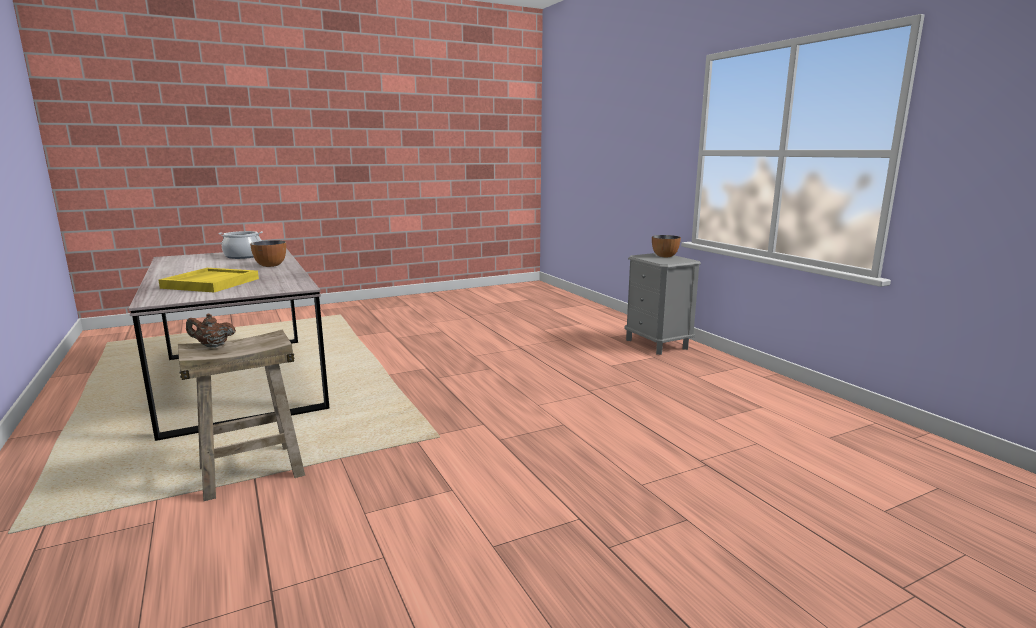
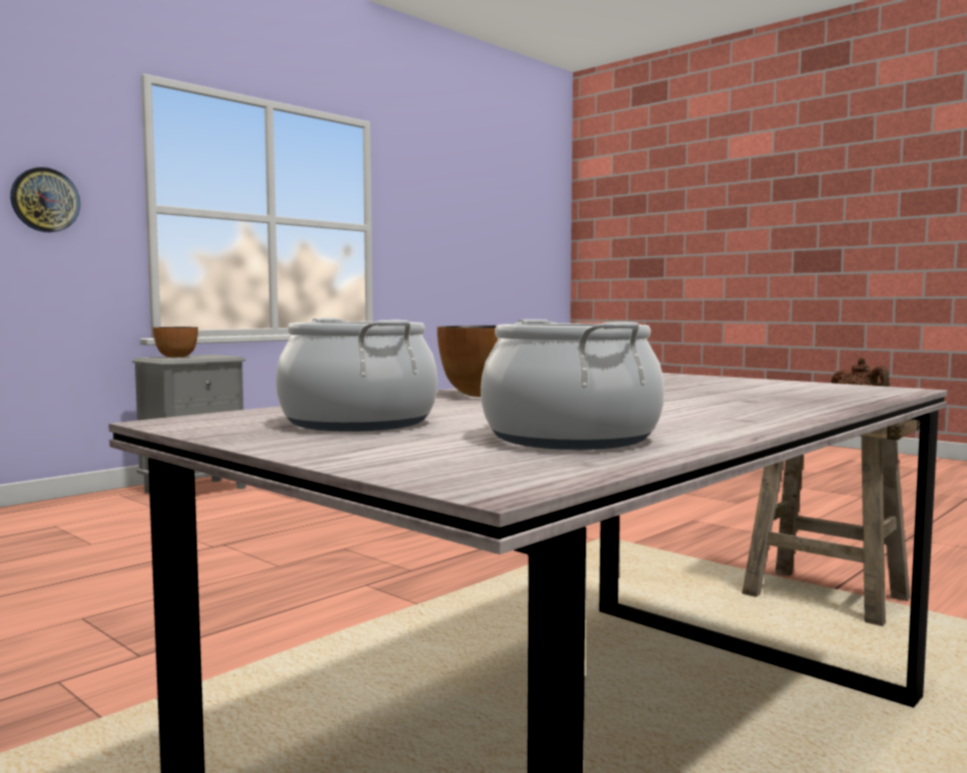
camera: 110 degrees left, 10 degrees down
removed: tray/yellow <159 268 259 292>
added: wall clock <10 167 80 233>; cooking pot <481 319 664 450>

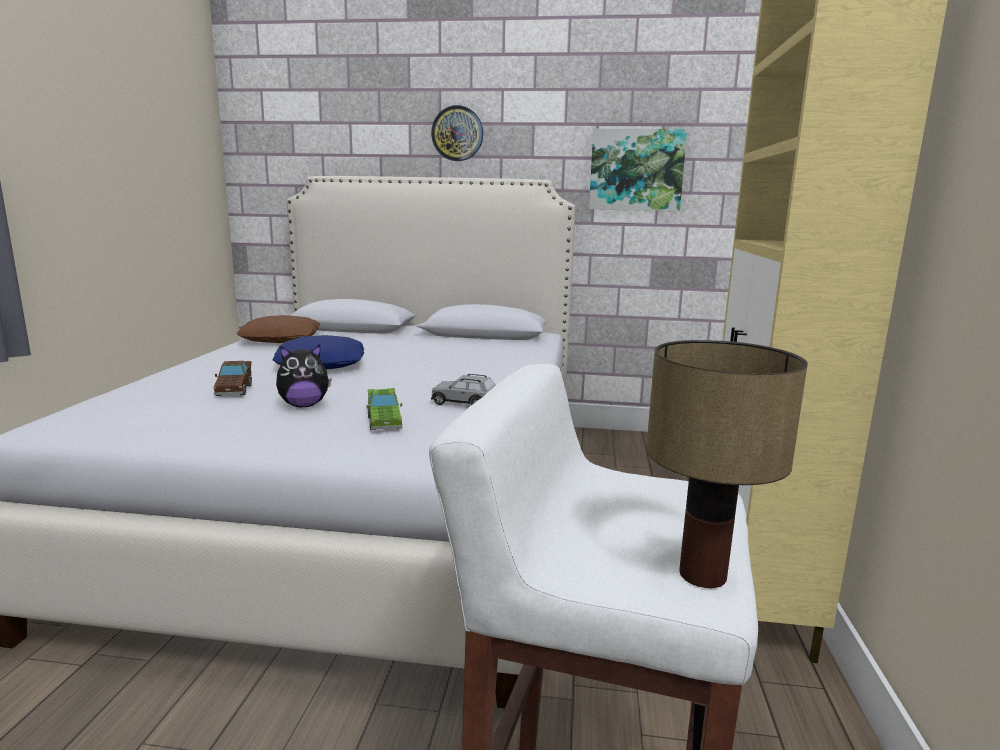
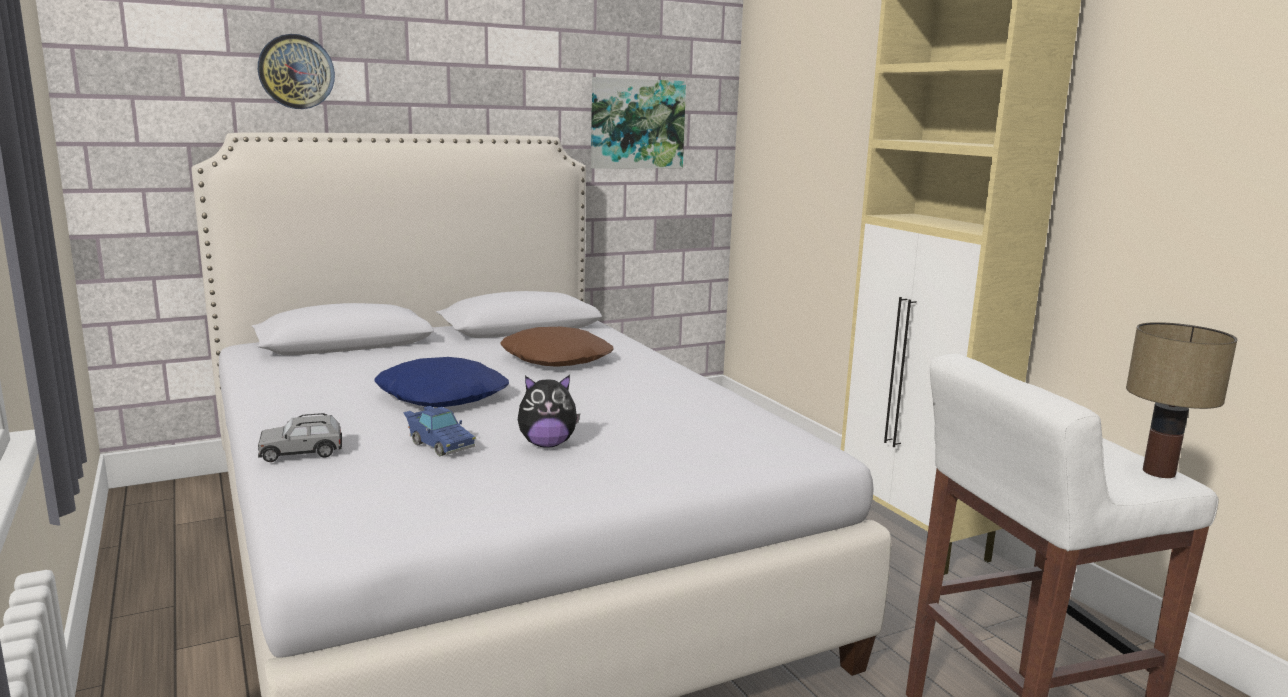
camera: 35 degrees left, 0 degrees up
removed: toy car/green <367 388 402 430>
moved: wall clock <431 105 483 161> to <258 34 335 109>; toy car/grey <431 374 496 405> to <258 413 342 462>; pillow/brown <237 315 320 343> to <500 327 614 367>
recoloured: toy car/brown <213 361 252 396> to toy car/blue <403 406 476 456>
turned: plush toy <276 344 332 407> = <518 375 580 448> 45 degrees clockwise

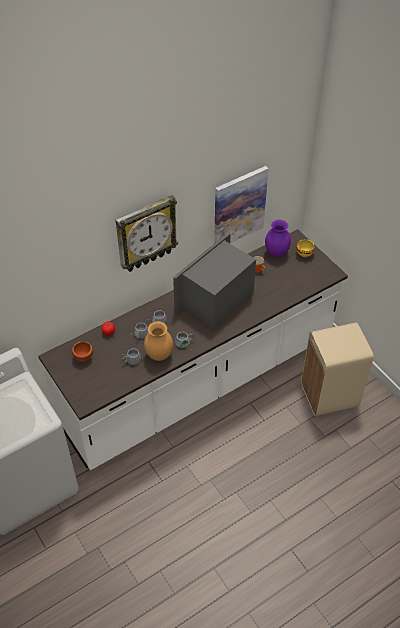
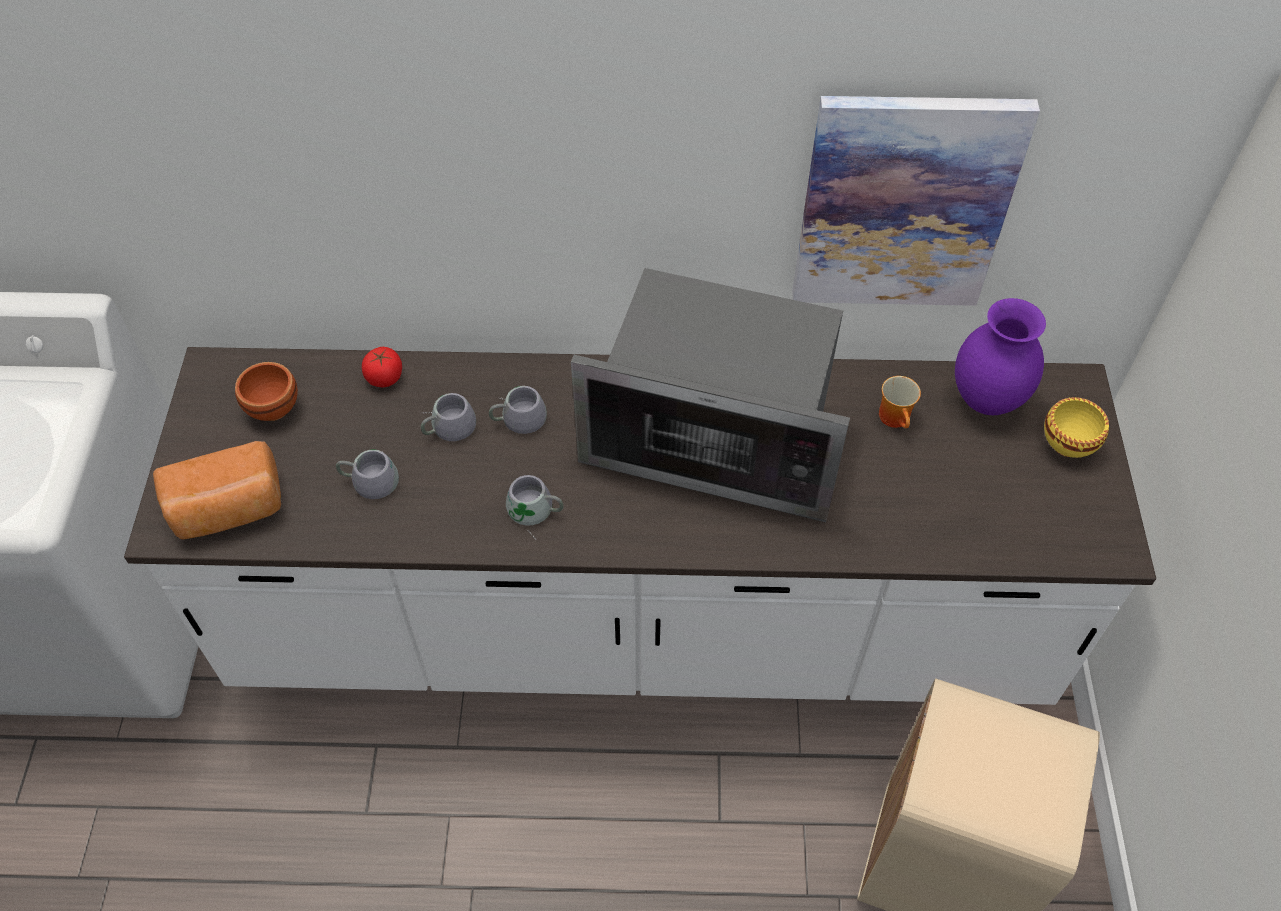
camera: 35 degrees right, 5 degrees up
removed: wall clock <115 195 178 272>; vase/brown <144 321 173 361>
added: bread <153 441 281 540>
turned: microwave <173 232 256 328> = <571 268 850 522> 150 degrees counterclockwise

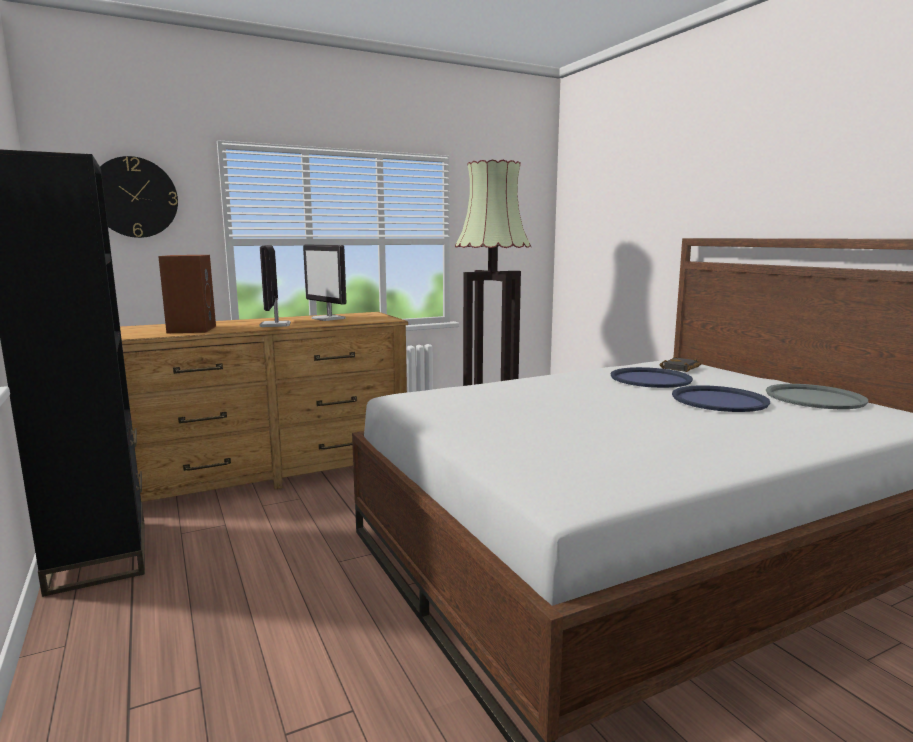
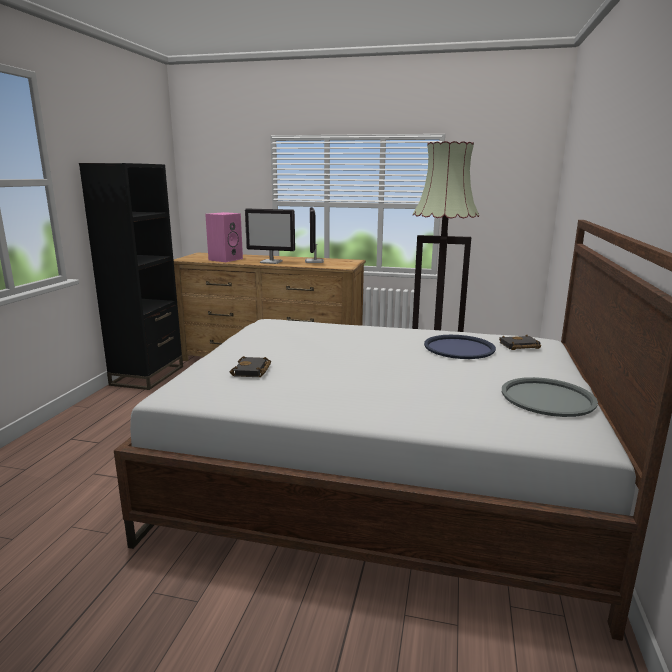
camera: 40 degrees right, 5 degrees up
removed: wall clock <100 156 178 238>; tray/blue <672 385 770 412>
added: book/black <230 356 271 377>
recoloured: speaker/brown <158 255 216 333> to speaker/pink <205 212 243 262>
turned: monitor <260 245 291 327> = <245 209 295 264> 105 degrees counterclockwise

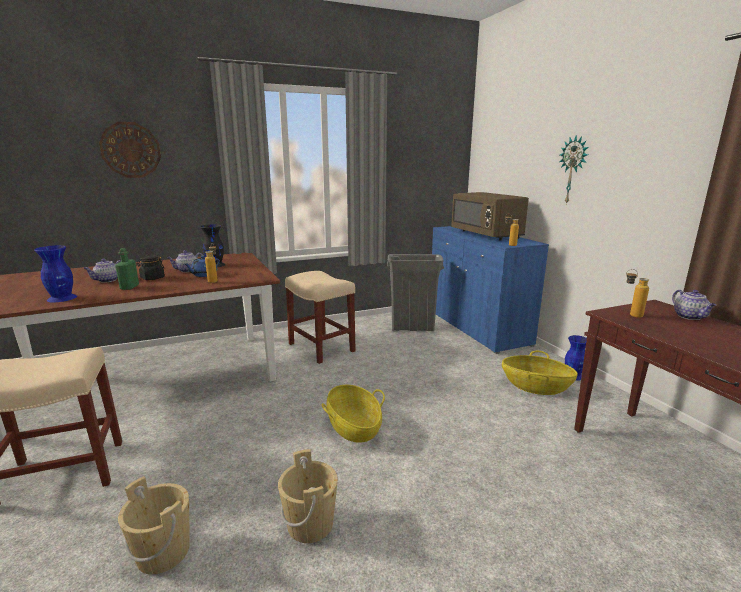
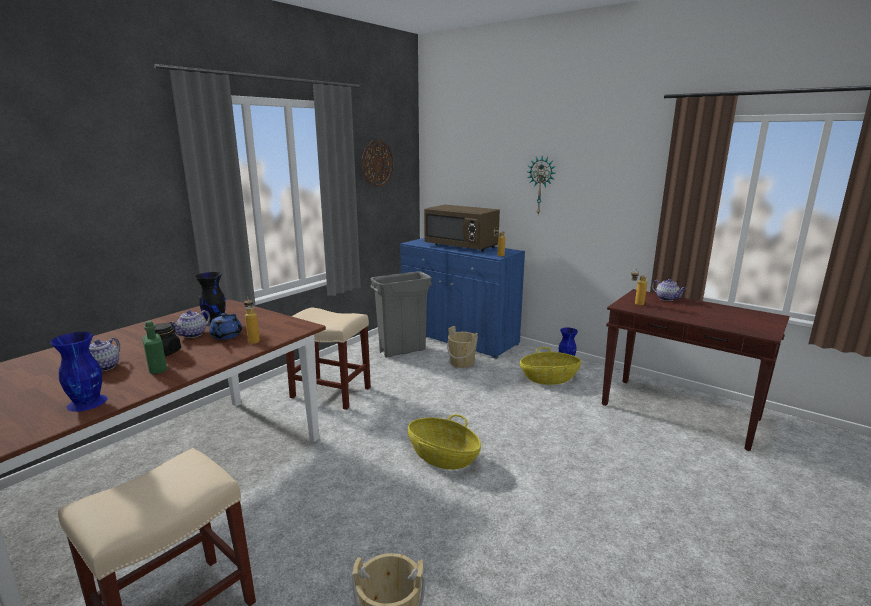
camera: 30 degrees left, 0 degrees up
moved: wall clock <99 122 161 178> to <361 141 393 187>; bucket/beige <278 449 338 543> to <447 326 478 368>

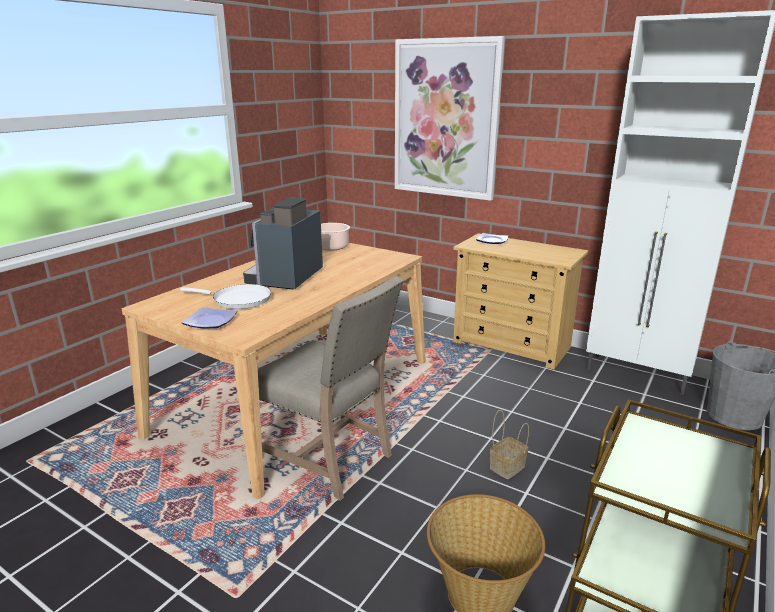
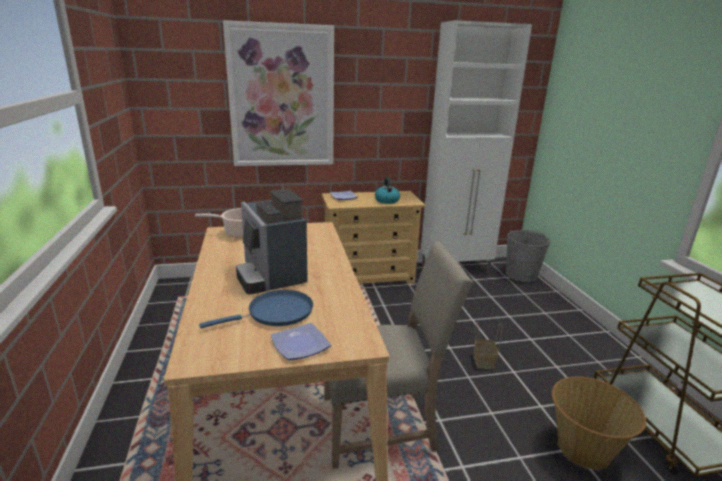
camera: 45 degrees left, 0 degrees up
added: kettle <375 177 400 204>
recoloured: frying pan/white <180 284 271 309> to frying pan/blue <199 290 313 329>

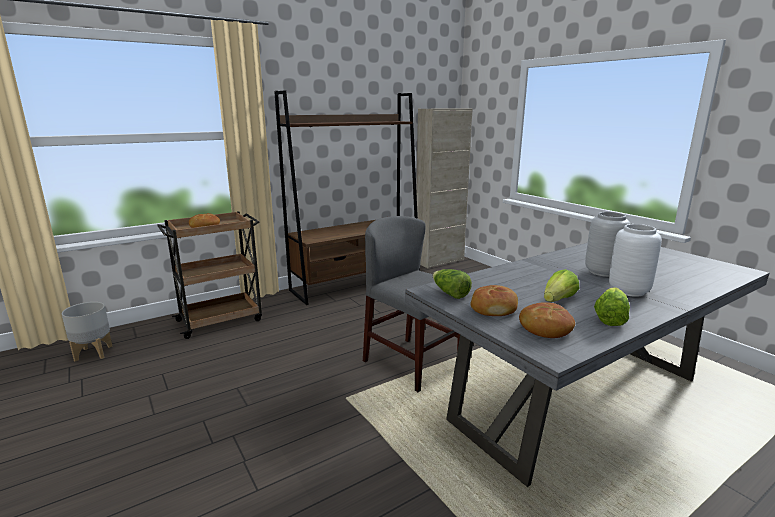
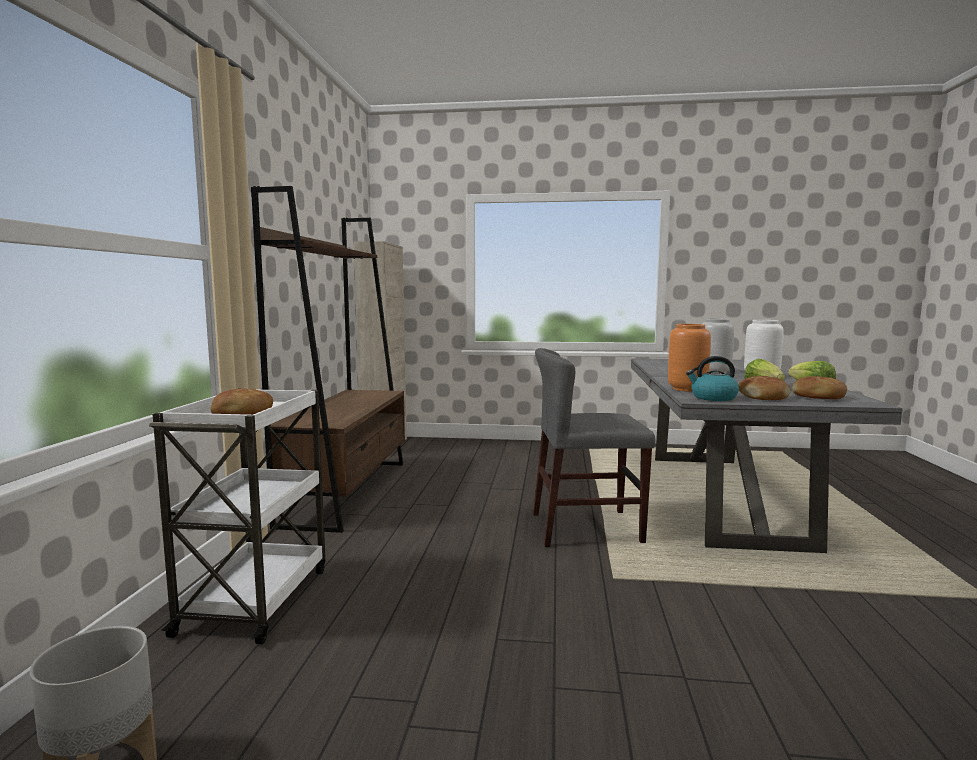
camera: 50 degrees left, 10 degrees down
added: vase/orange <668 324 711 392>
replaced: lettuce <433 269 472 299> to kettle <686 356 739 401>
recoloured: cart/brown <157 211 262 339> to cart/white <149 388 326 645>

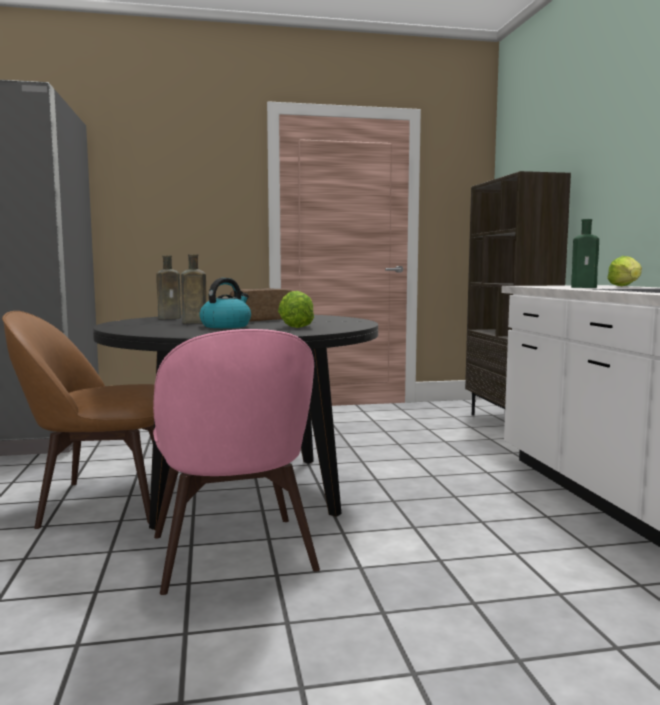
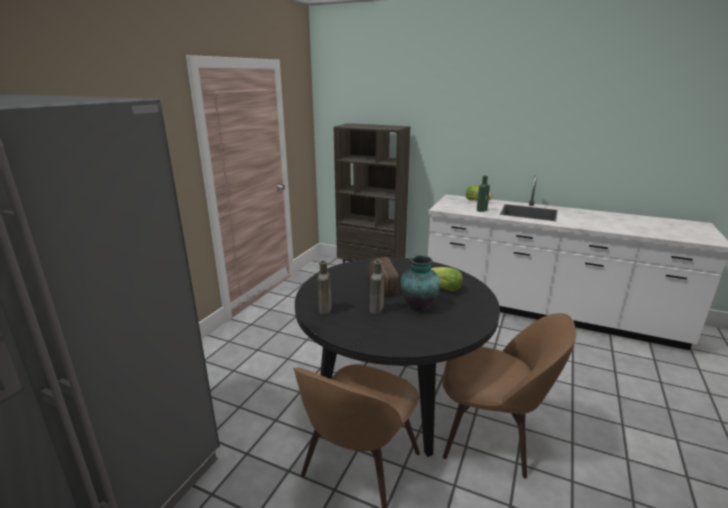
camera: 55 degrees left, 15 degrees up
replaced: kettle <199 278 251 328> to vase <400 255 440 311>
recoloured: chair/pink <153 329 320 595> to chair/brown <442 313 576 478>

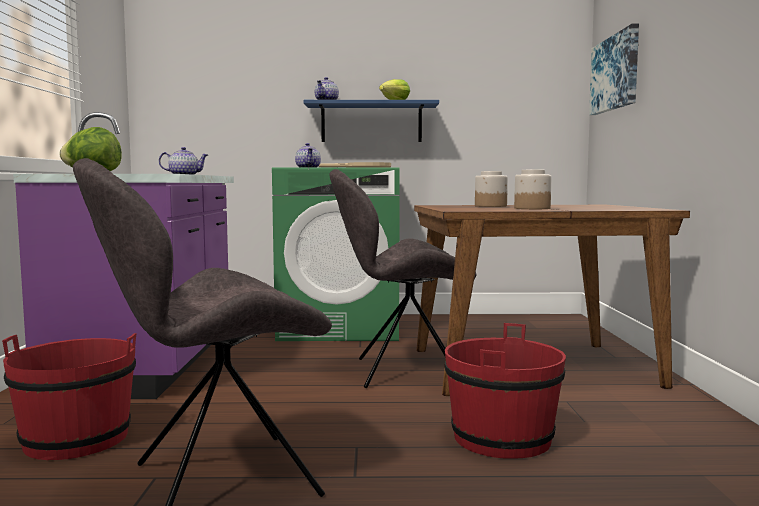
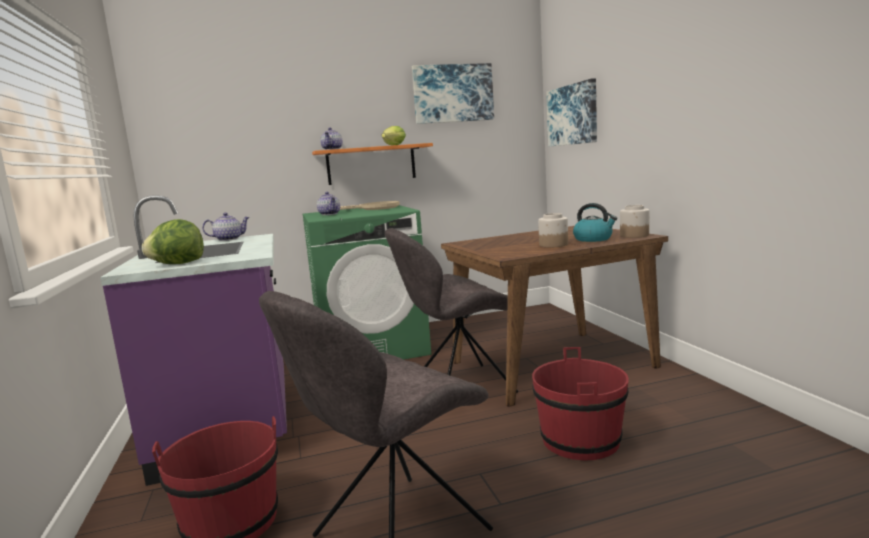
camera: 15 degrees left, 5 degrees up
added: picture <412 63 494 124>; kettle <573 203 617 242>
moved: jar <475 171 508 207> to <620 205 649 238>
recoloured: shelf/blue <304 100 439 142> to shelf/orange <312 143 433 185>

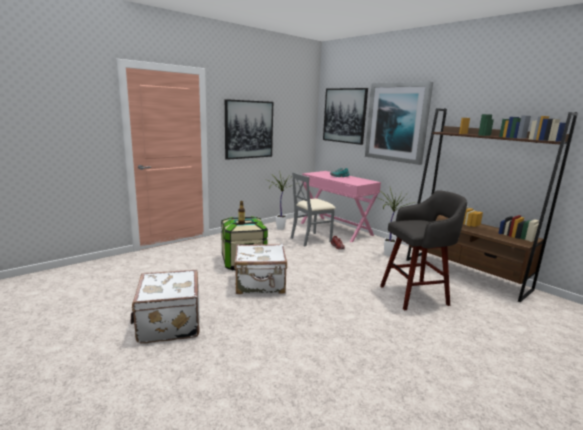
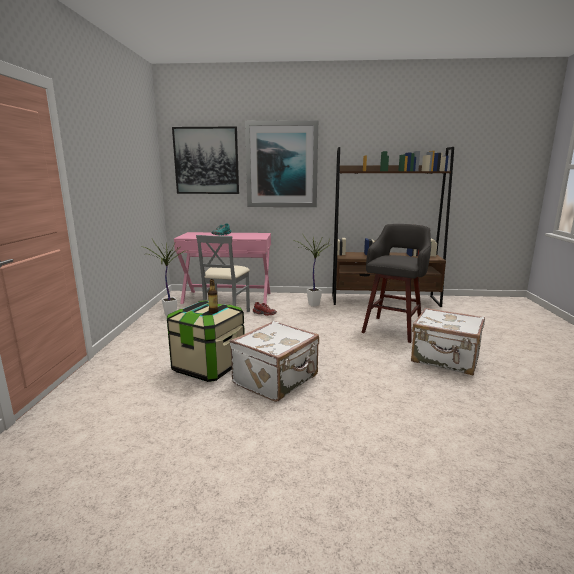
camera: 45 degrees left, 0 degrees up
removed: picture <225 99 273 160>
moved: suitcase/white <131 270 199 343> to <411 308 485 375>

